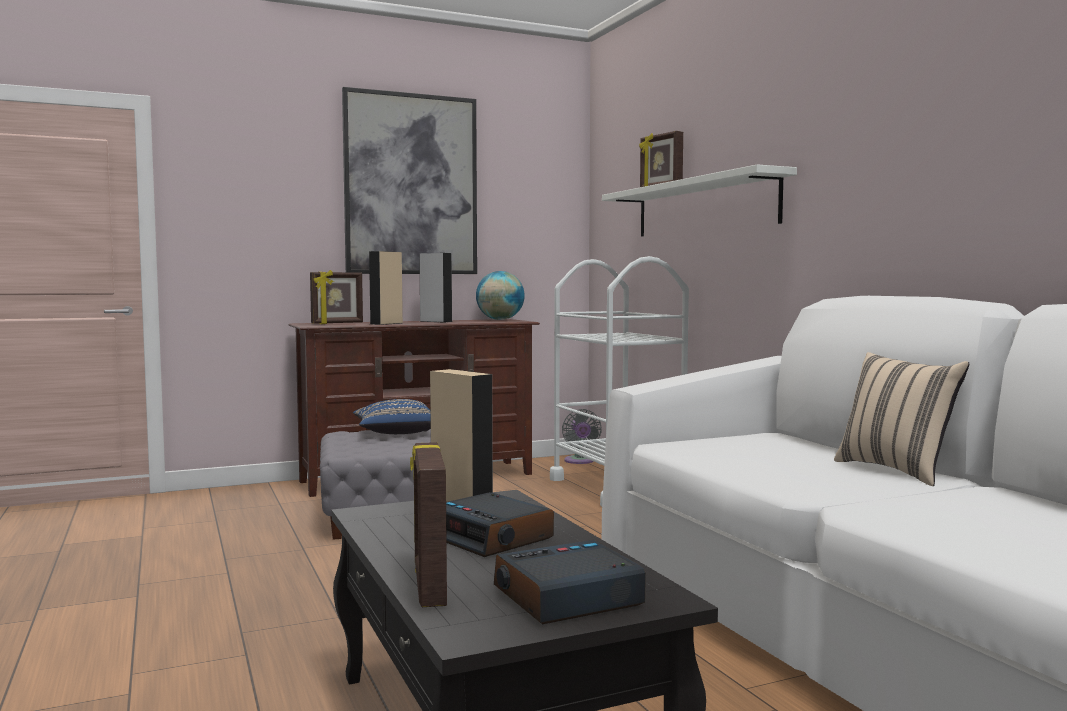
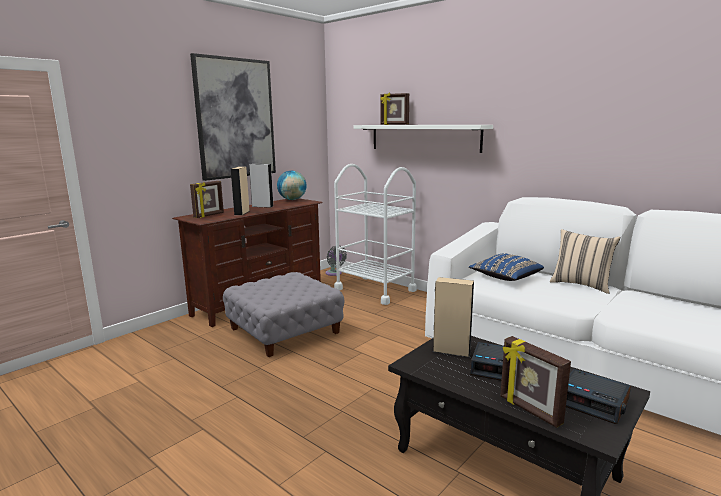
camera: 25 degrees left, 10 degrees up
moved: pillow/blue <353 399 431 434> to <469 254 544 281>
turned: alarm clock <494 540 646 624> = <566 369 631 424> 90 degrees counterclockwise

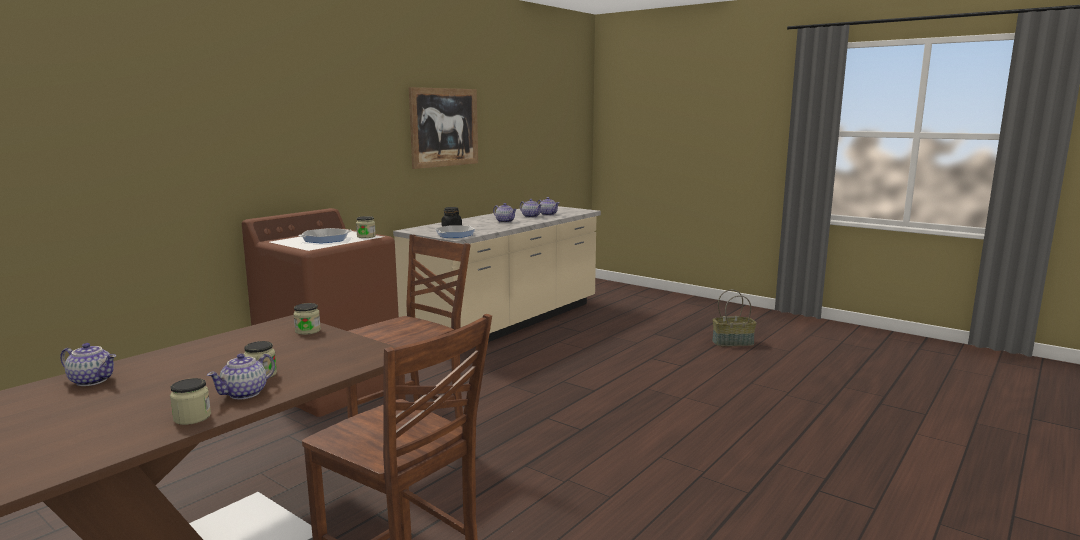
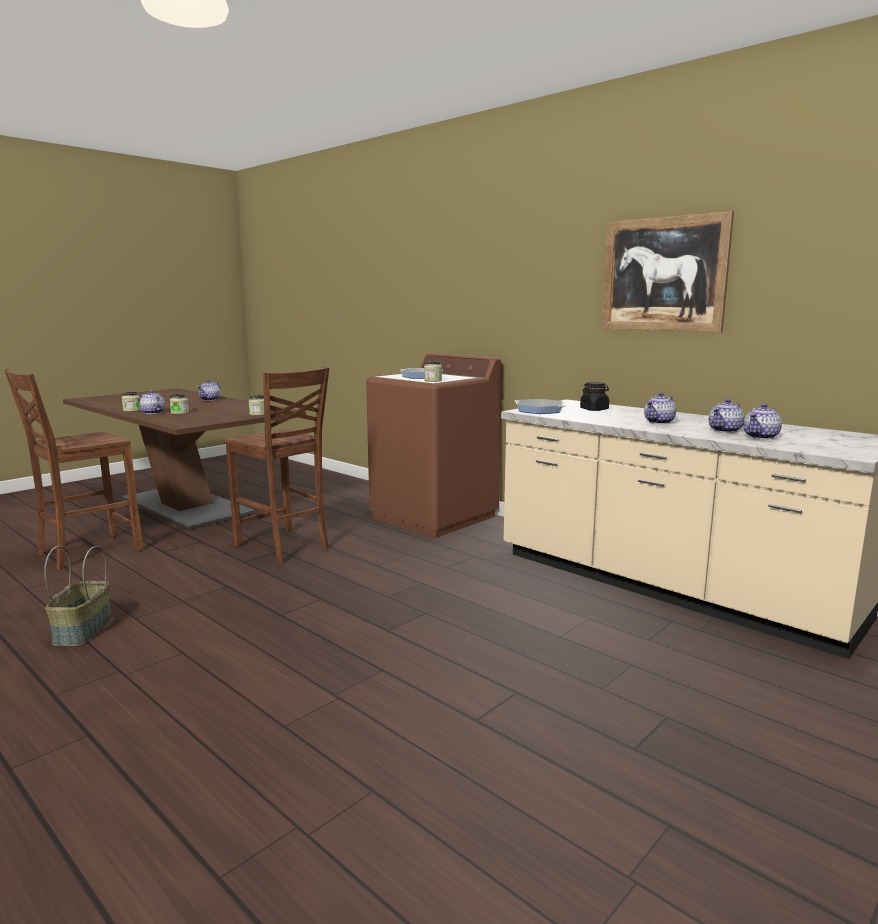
camera: 95 degrees right, 0 degrees up
moved: basket <712 290 757 346> to <44 546 112 646>

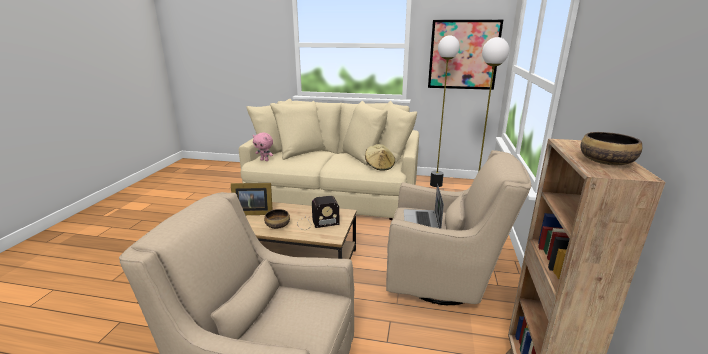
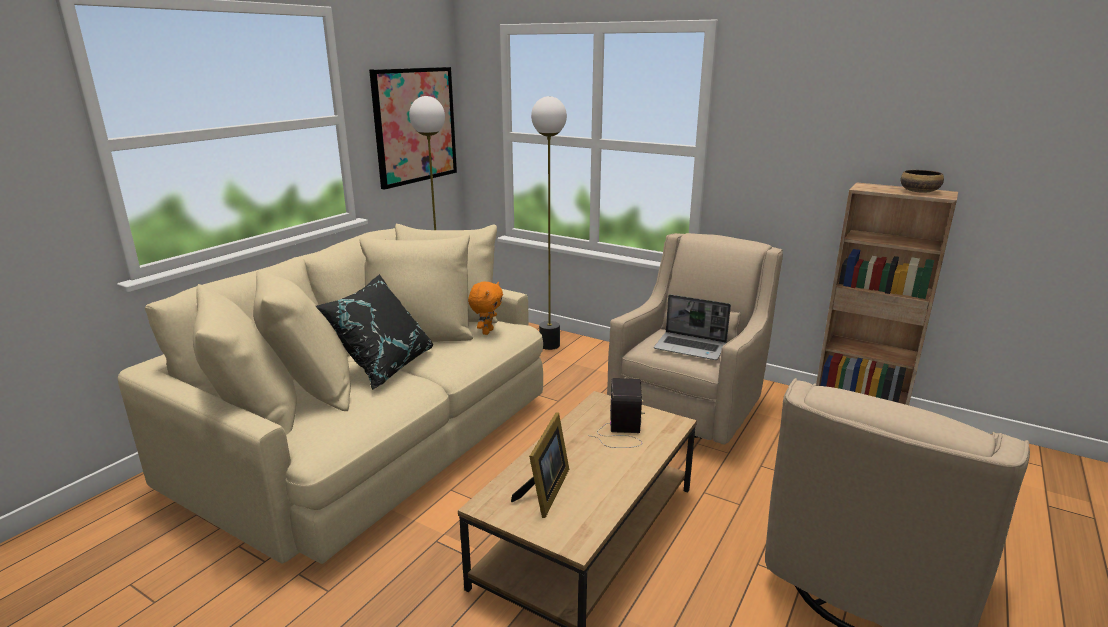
camera: 70 degrees left, 0 degrees up
removed: plush toy/pink <253 133 273 161>; bowl <264 209 290 229>
added: pillow/black <316 274 433 390>
replaced: hat/beige <365 144 395 171> to plush toy/orange <468 281 503 335>

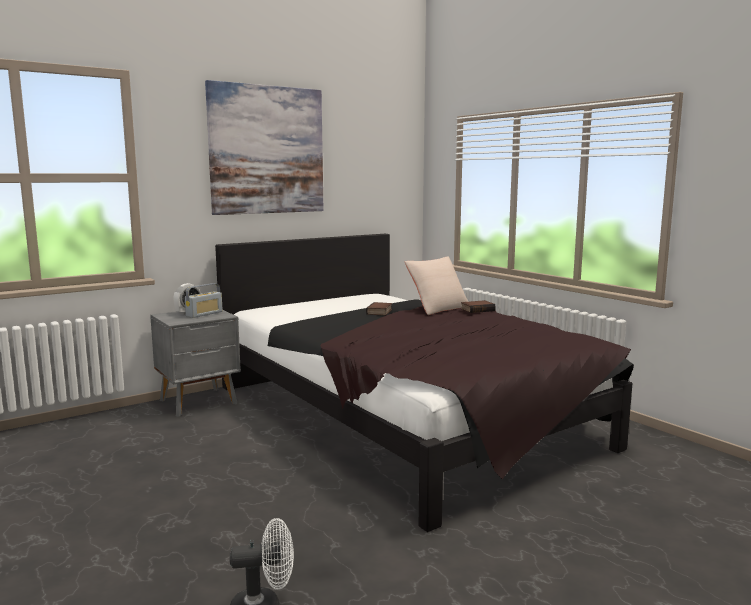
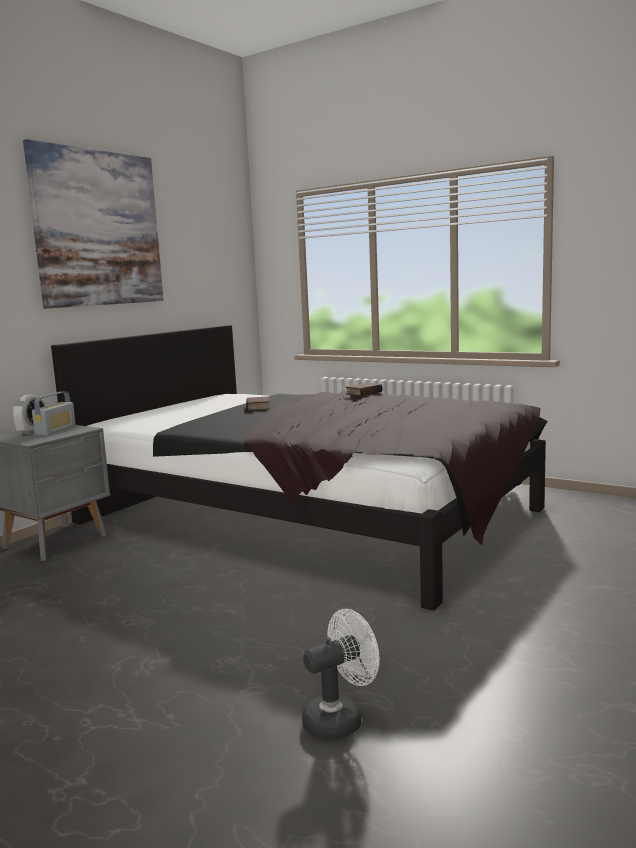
camera: 20 degrees left, 0 degrees up
removed: pillow/beige <405 256 469 315>

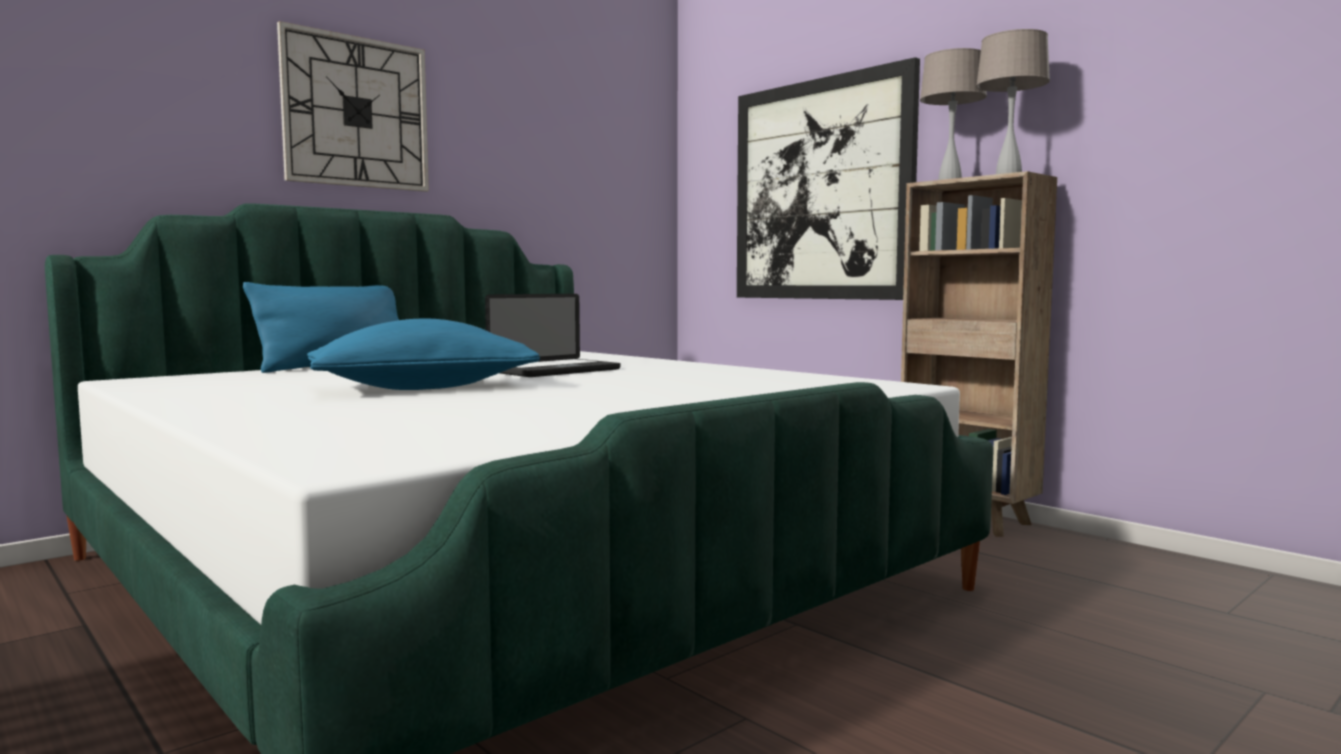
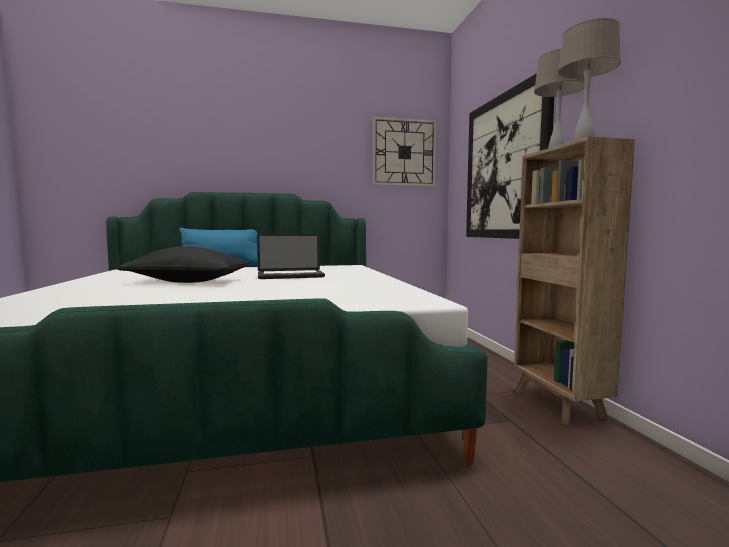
camera: 30 degrees right, 0 degrees up
moved: wall clock <277 21 429 192> to <373 117 436 186>
recoloured: pillow/blue <307 319 540 390> to pillow/black <118 246 250 283>

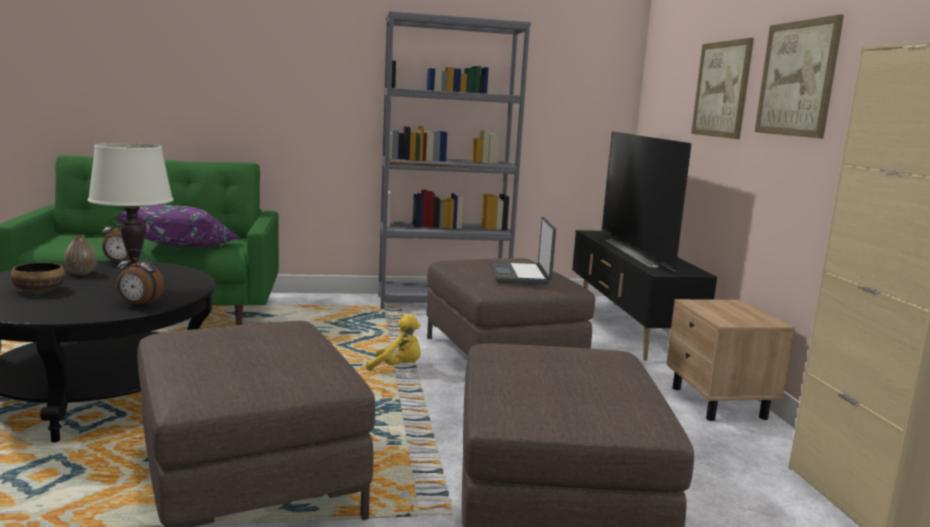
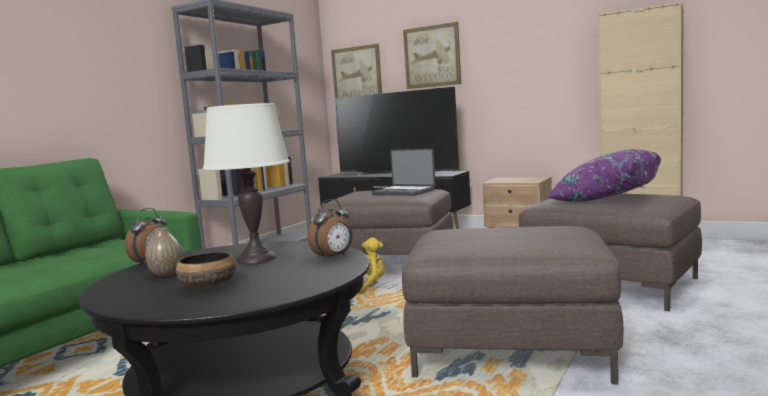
camera: 50 degrees left, 5 degrees down
moved: picture <755 15 844 138> to <331 44 382 98>; pillow/purple <115 205 240 247> to <547 149 661 202>

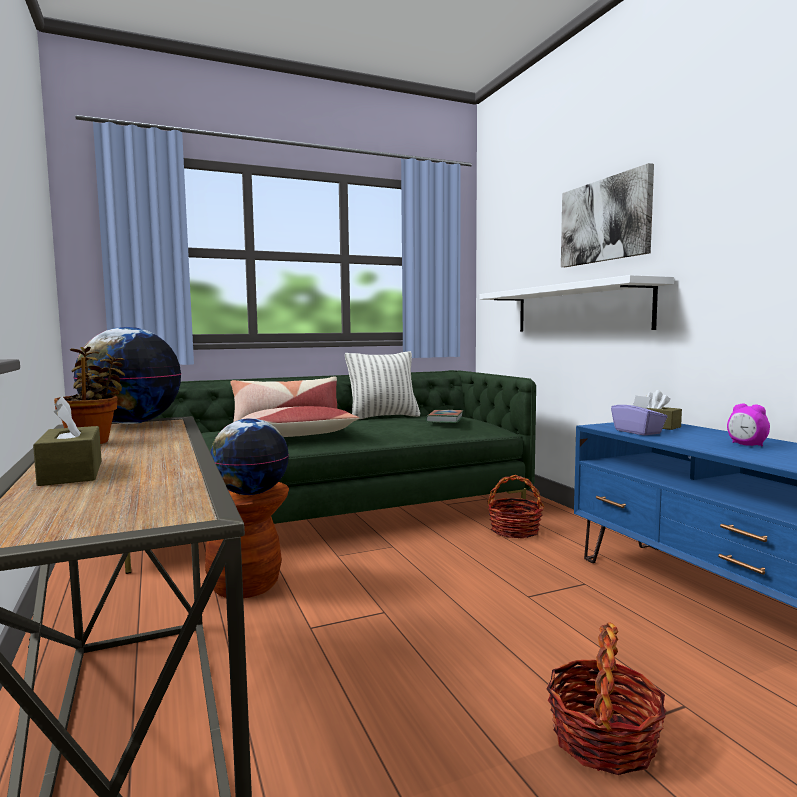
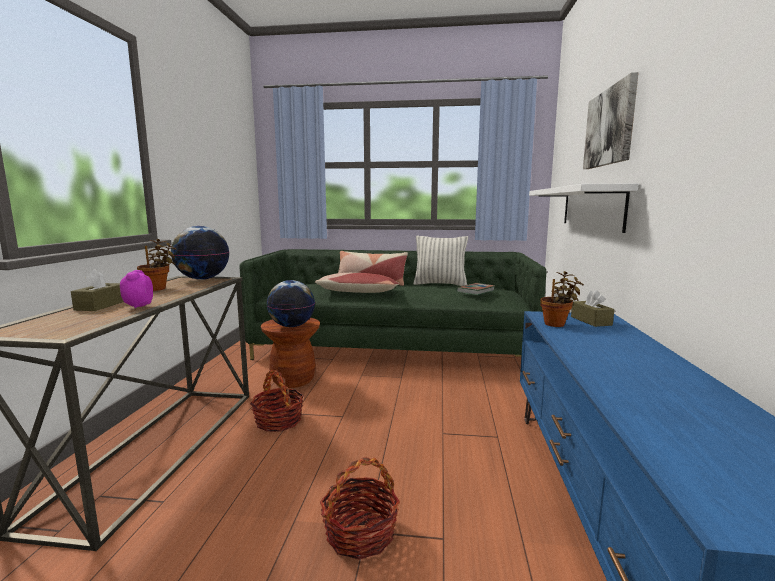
camera: 30 degrees right, 5 degrees up
moved: alarm clock <727 403 770 446> to <120 270 153 308>; basket <488 475 545 538> to <250 370 304 432>
replaced: tissue box/purple <611 395 667 435> to potted plant <540 271 584 327>

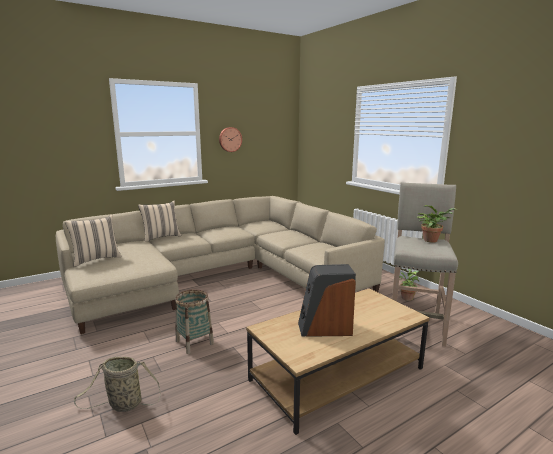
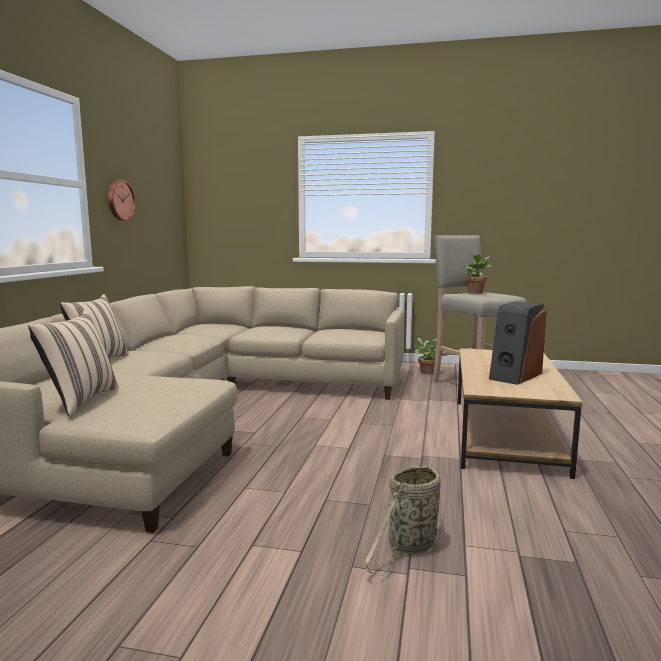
camera: 45 degrees left, 5 degrees down
removed: basket <175 289 214 354>

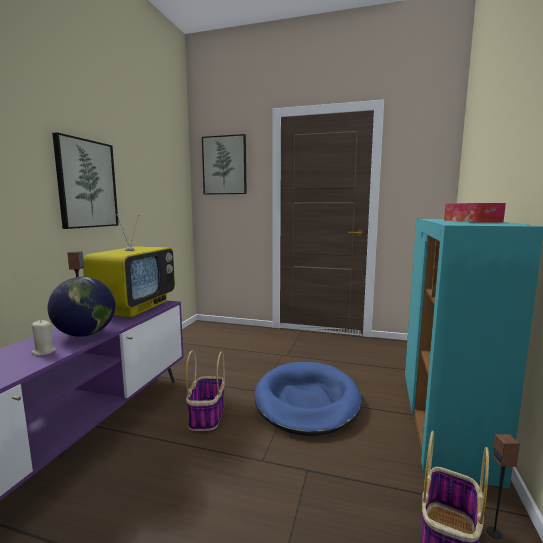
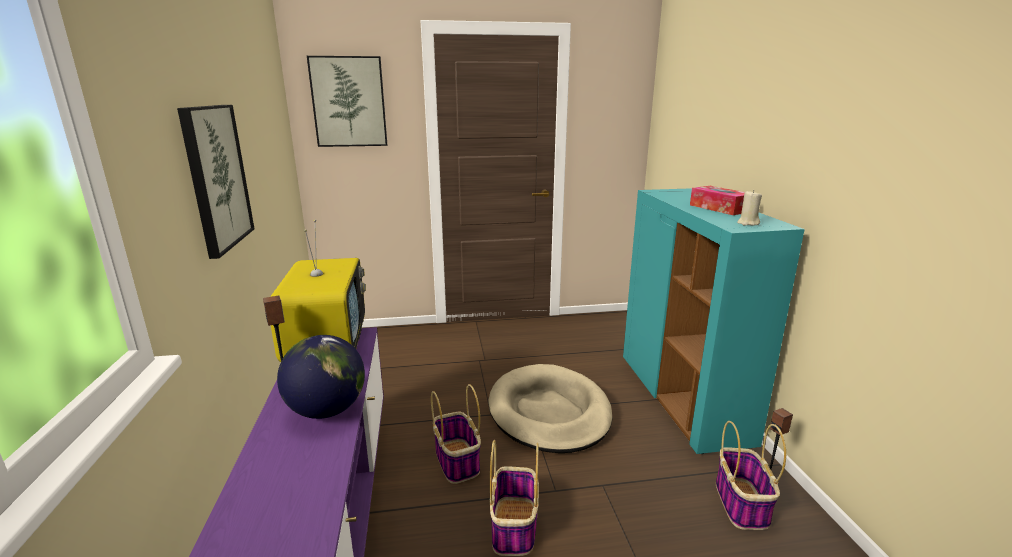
camera: 25 degrees left, 10 degrees up
added: basket <489 440 539 556>
moved: candle/beige <31 320 56 356> to <737 190 762 226>
recoloured: dog bed/blue <254 362 361 436> to dog bed/beige <489 364 613 453>

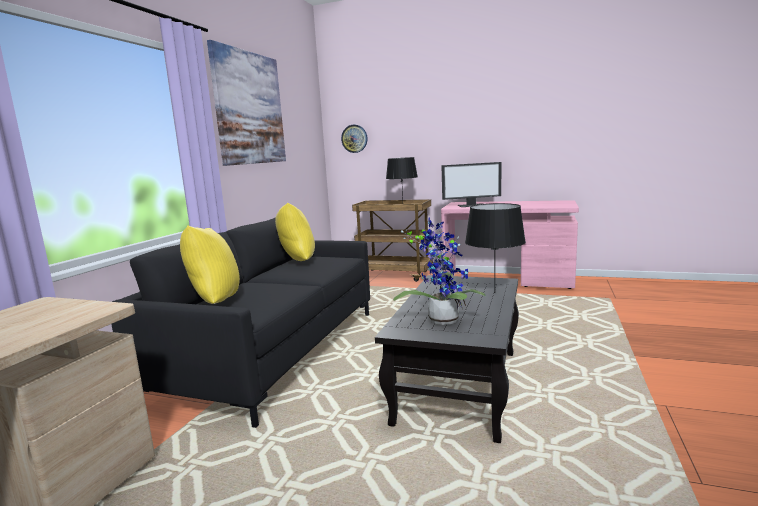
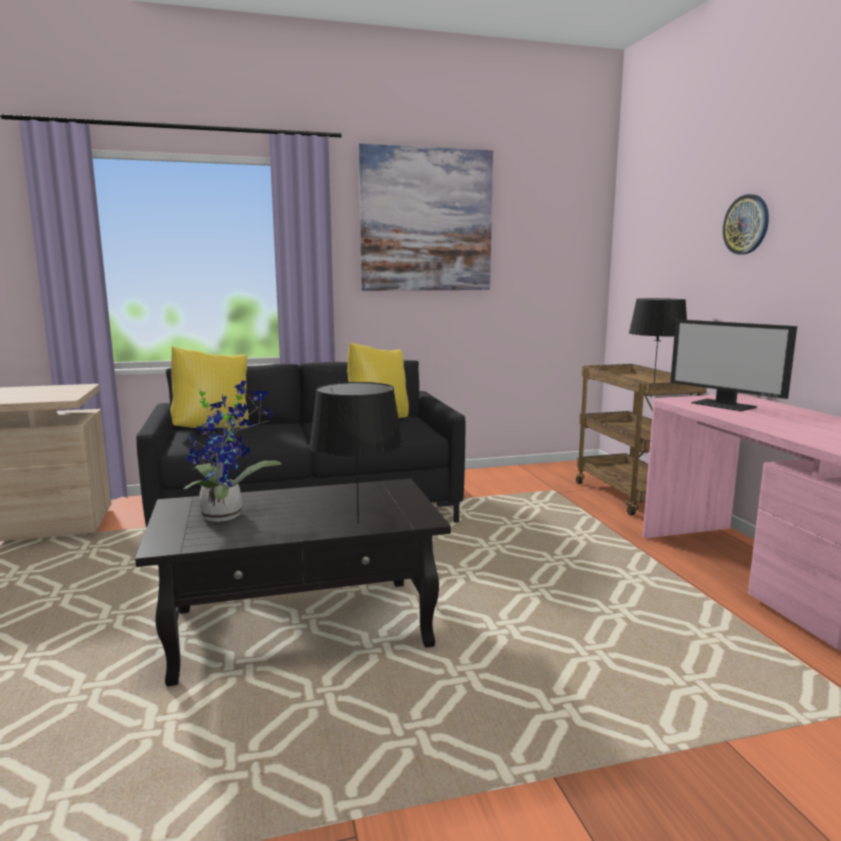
camera: 55 degrees right, 0 degrees up
moved: wall clock <341 125 367 153> to <723 194 769 254>

